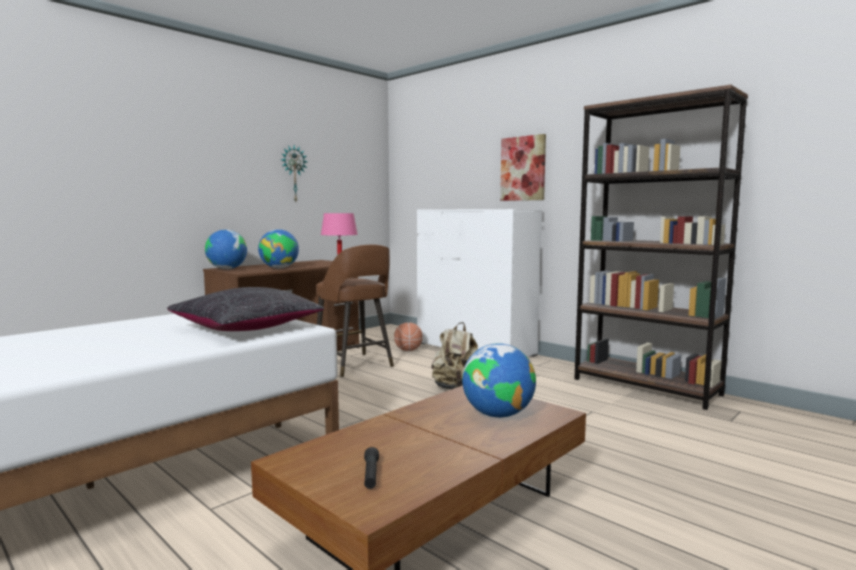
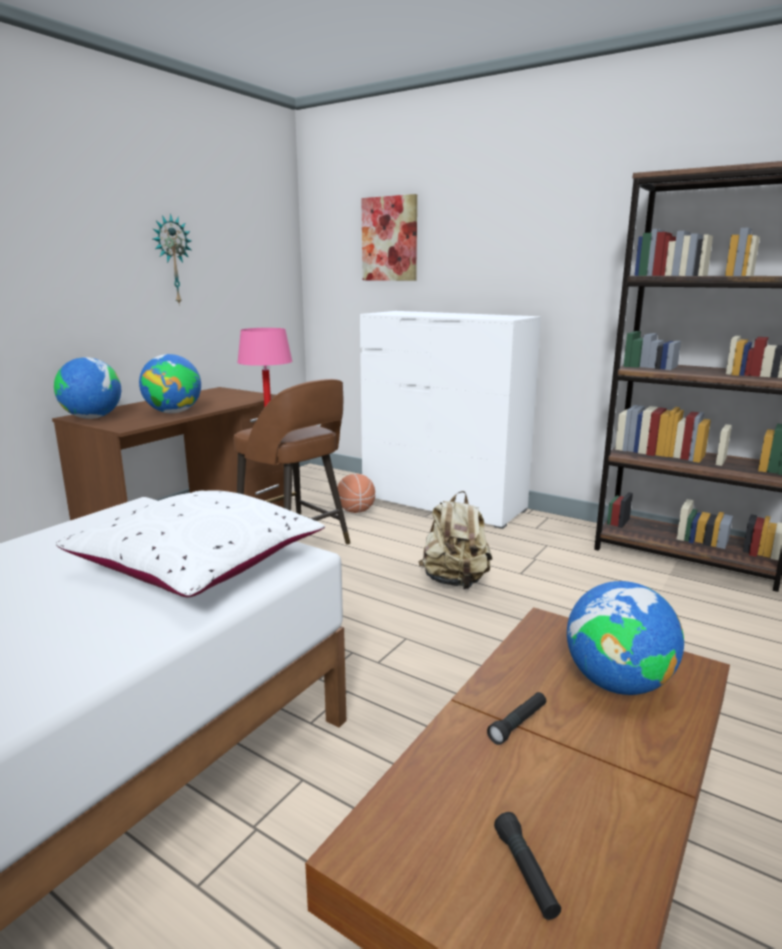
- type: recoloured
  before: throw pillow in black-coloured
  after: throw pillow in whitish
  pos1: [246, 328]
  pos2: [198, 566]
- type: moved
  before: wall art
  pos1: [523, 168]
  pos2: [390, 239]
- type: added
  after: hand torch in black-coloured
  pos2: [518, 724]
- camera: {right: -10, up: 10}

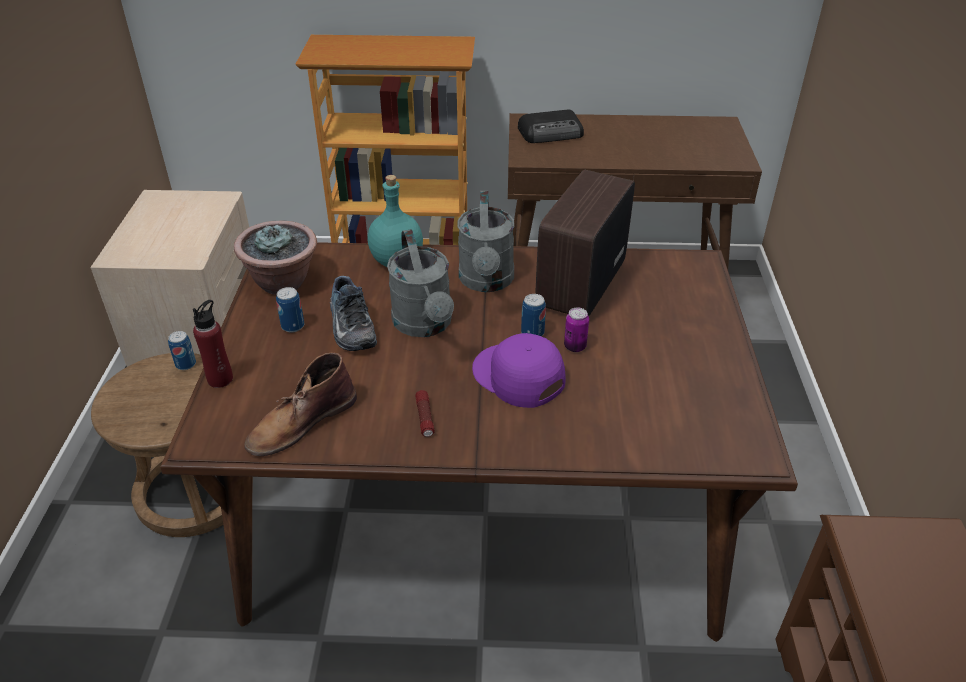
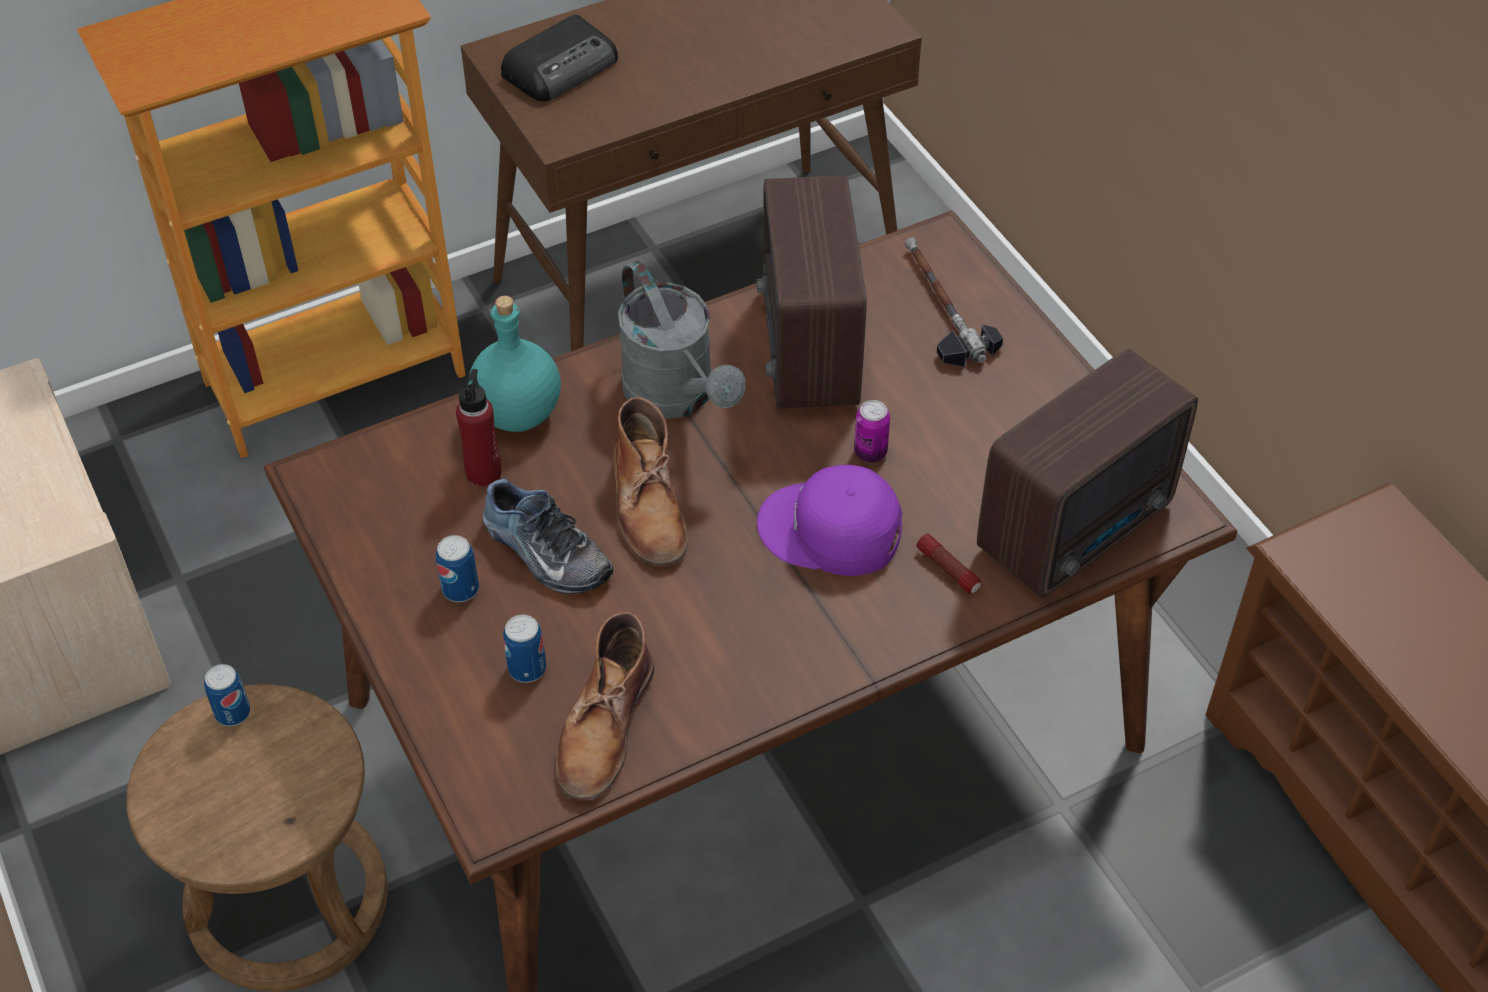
- type: moved
  before: bottle in red
  pos1: [220, 379]
  pos2: [484, 472]
- type: removed
  before: potted plant
  pos1: [283, 282]
- type: replaced
  before: watering pot in greyish
  after: high-top boot in brown-coloured
  pos1: [425, 325]
  pos2: [648, 505]
- type: moved
  before: hand torch
  pos1: [425, 418]
  pos2: [948, 570]
- type: moved
  before: metal can
  pos1: [532, 333]
  pos2: [527, 668]
- type: added
  after: hammer
  pos2: [941, 307]
- type: added
  after: radio set
  pos2: [1080, 527]
- camera: {right: -30, up: 10}

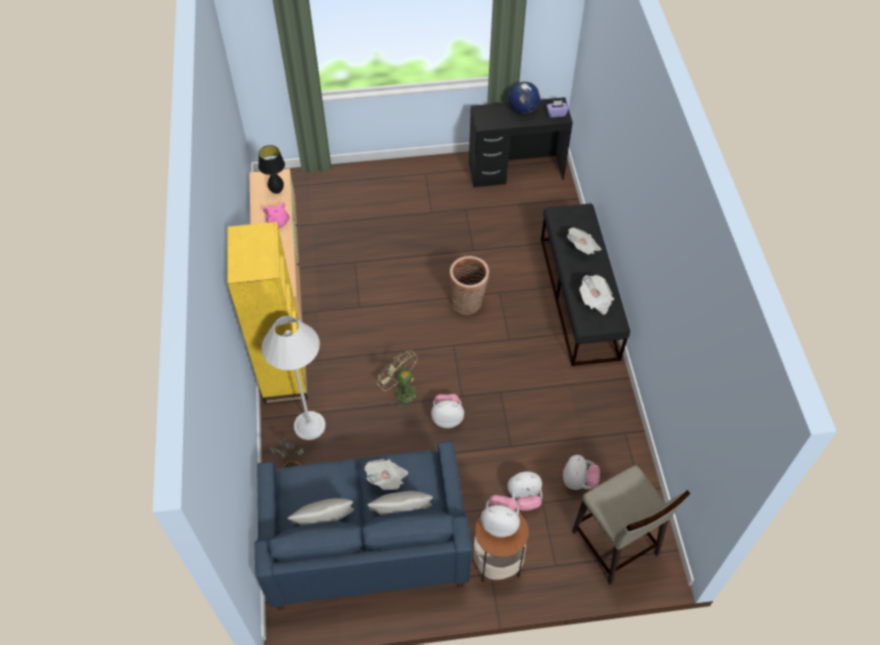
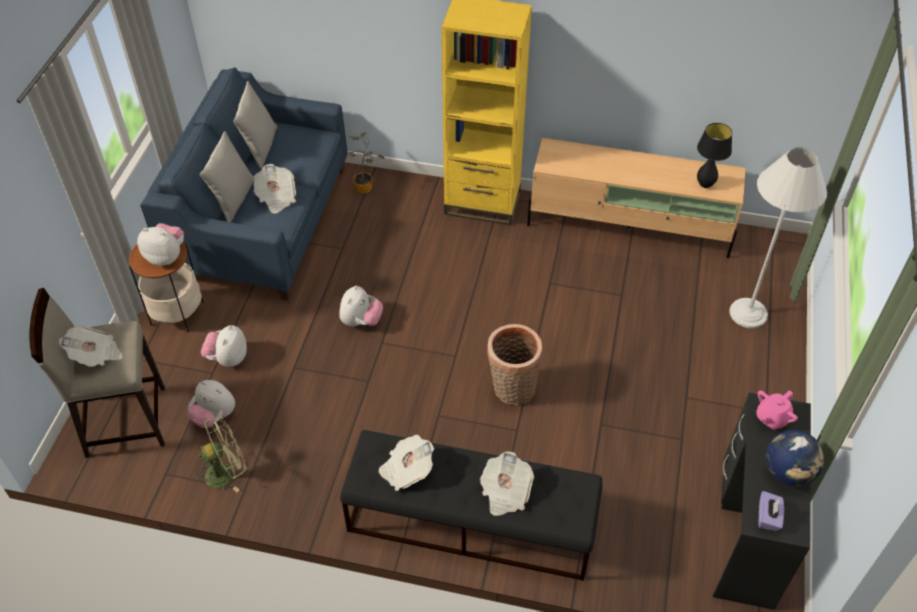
- type: moved
  before: standard lamp in whitish
  pos1: [309, 425]
  pos2: [748, 313]
- type: moved
  before: tea pot in pink-coloured
  pos1: [278, 222]
  pos2: [771, 418]
- type: moved
  before: electric fan in green-coloured
  pos1: [401, 391]
  pos2: [226, 472]
- type: turned
  before: soft toy
  pos1: [500, 523]
  pos2: [166, 256]
  turn: -105
- type: added
  after: daily paper
  pos2: [96, 355]
- camera: {right: 110, up: -5}

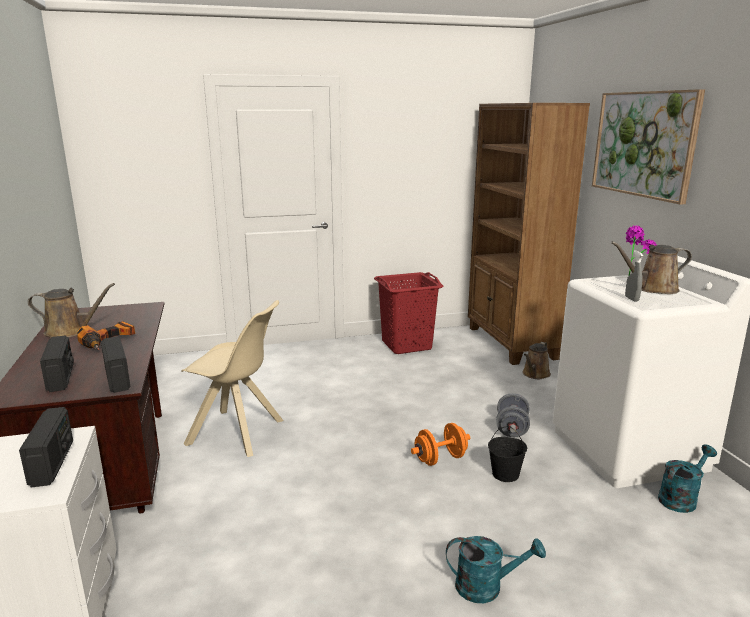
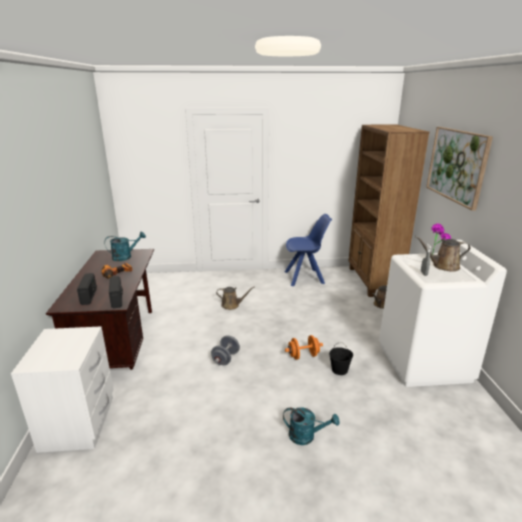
- type: removed
  before: radio set
  pos1: [52, 463]
- type: moved
  before: watering pot in brown-coloured
  pos1: [70, 331]
  pos2: [232, 305]
- type: removed
  before: upright chair in beige-coloured
  pos1: [238, 433]
- type: replaced
  before: hamper in red
  after: upright chair in blue-coloured
  pos1: [407, 345]
  pos2: [305, 277]
- type: moved
  before: dumbbell in greyish
  pos1: [511, 429]
  pos2: [225, 358]
- type: moved
  before: watering pot in turquoise
  pos1: [681, 498]
  pos2: [125, 257]
- camera: {right: 10, up: 5}

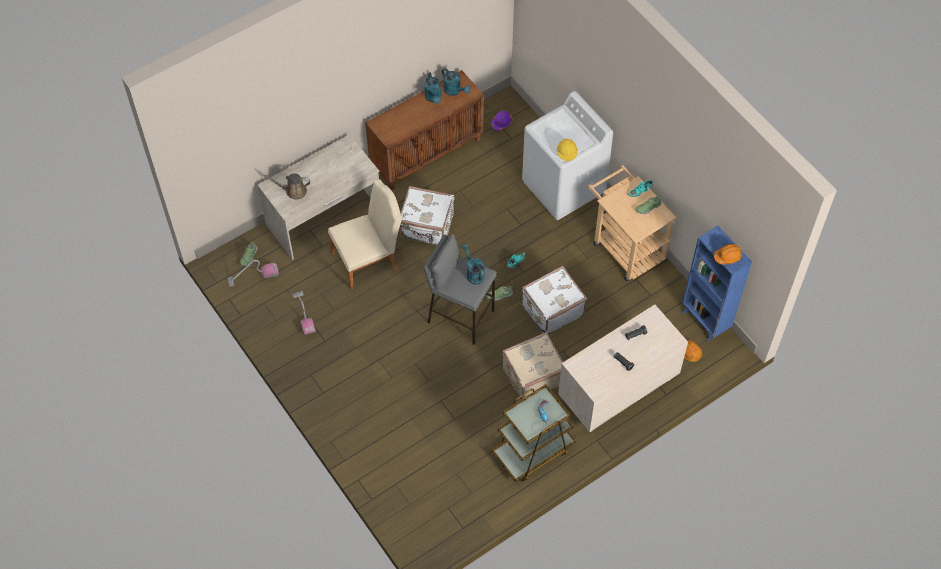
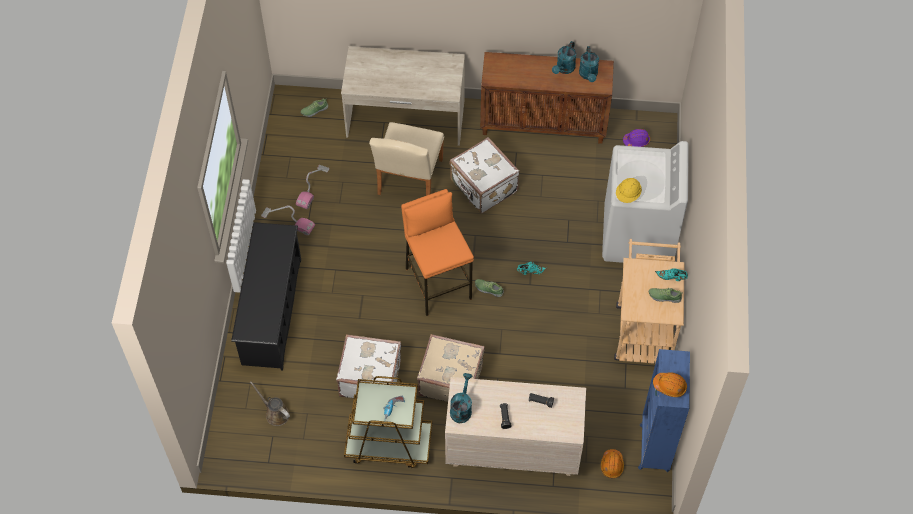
- type: moved
  before: vacuum cleaner
  pos1: [253, 276]
  pos2: [288, 221]
- type: moved
  before: watering pot in brown-coloured
  pos1: [293, 191]
  pos2: [275, 413]
- type: turned
  before: upright chair in beige-coloured
  pos1: [369, 259]
  pos2: [408, 181]
  turn: 90
- type: recoloured
  before: sitting stool in greyish
  after: sitting stool in orangey
  pos1: [460, 316]
  pos2: [438, 283]
- type: moved
  before: watering pot in turquoise
  pos1: [473, 273]
  pos2: [461, 408]
- type: moved
  before: piece of luggage in whitish
  pos1: [551, 309]
  pos2: [370, 377]
- type: added
  after: shoe rack in black-coloured
  pos2: [271, 311]
- camera: {right: 40, up: 0}

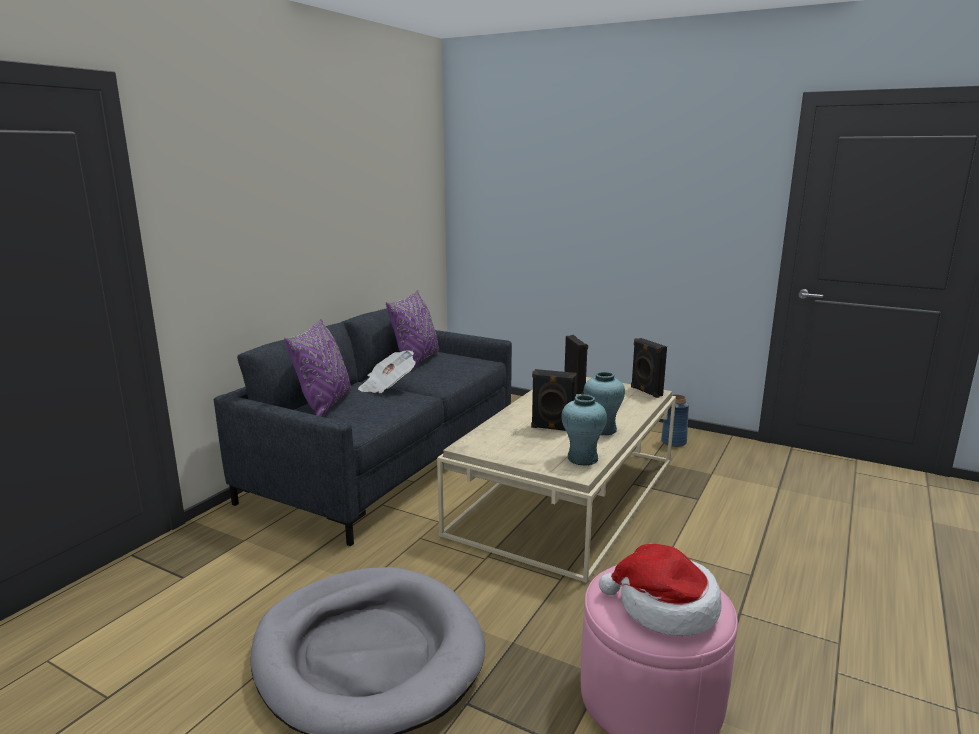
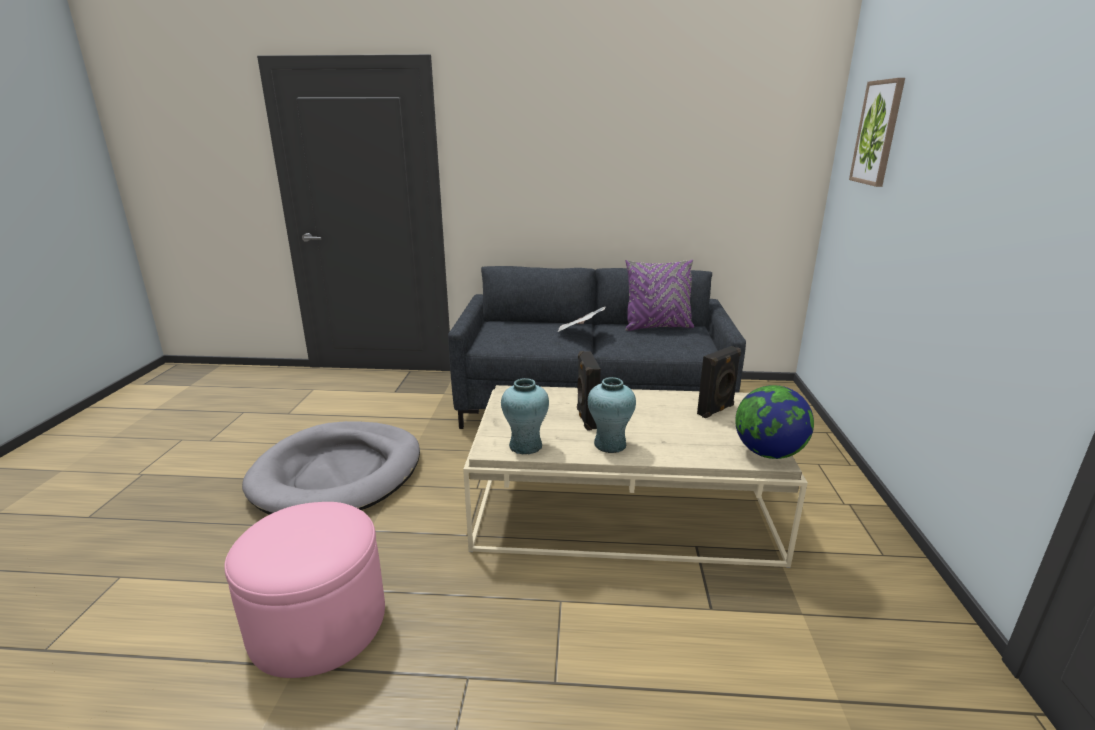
- type: removed
  before: throw pillow in purplish
  pos1: [325, 404]
- type: removed
  before: hat
  pos1: [664, 607]
- type: replaced
  before: loudspeaker in black-coloured
  after: world globe
  pos1: [645, 391]
  pos2: [768, 453]
- type: removed
  before: decorative vase in blue-coloured
  pos1: [674, 442]
- type: added
  after: wall art
  pos2: [877, 133]
- camera: {right: 65, up: 5}

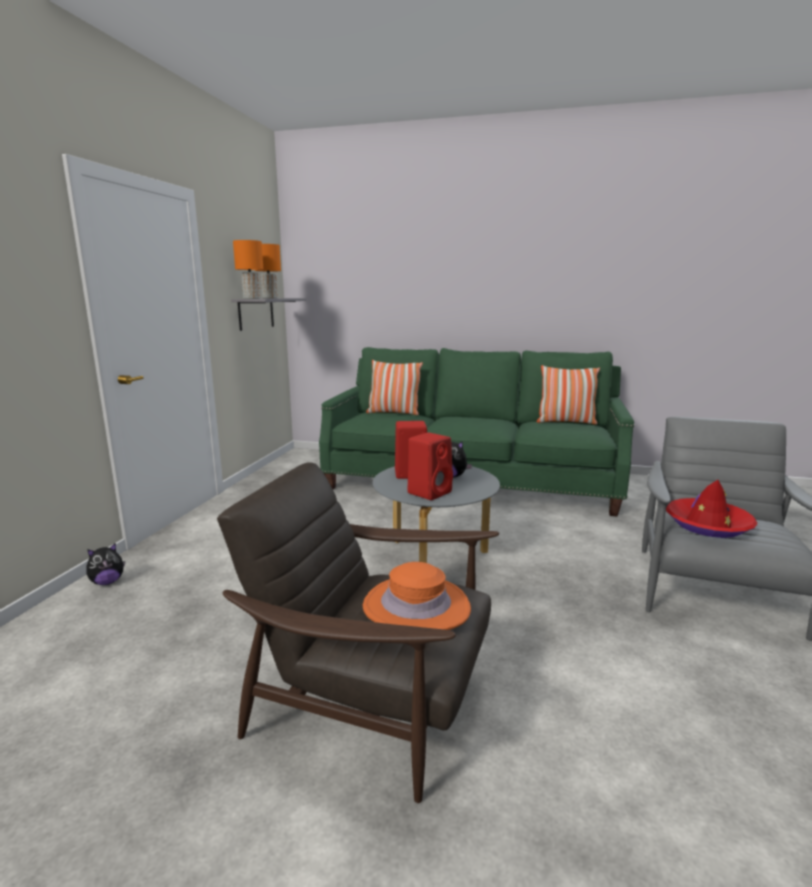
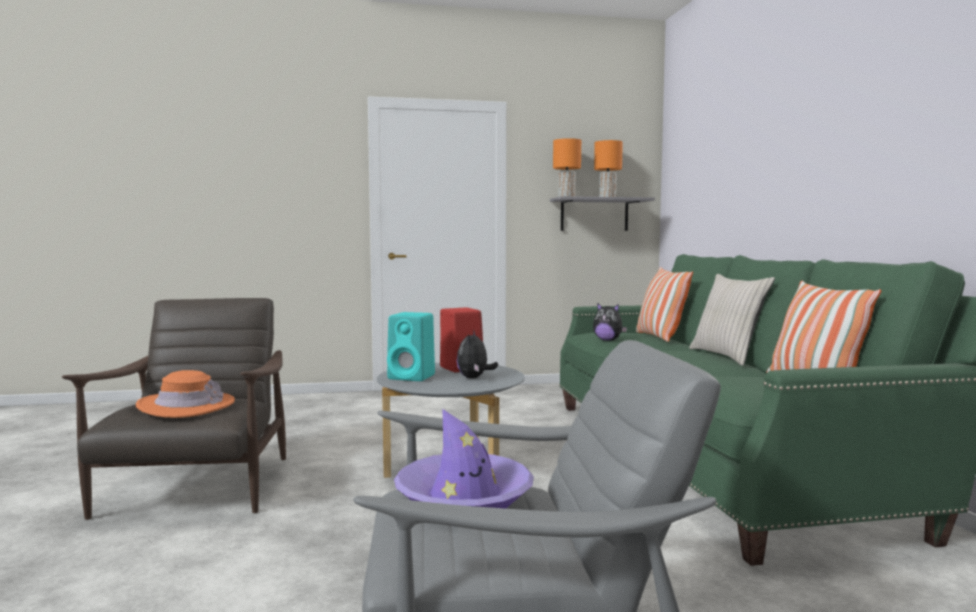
- type: moved
  before: soft toy
  pos1: [107, 582]
  pos2: [608, 340]
- type: recoloured
  before: loudspeaker in red
  after: loudspeaker in turquoise
  pos1: [430, 492]
  pos2: [413, 377]
- type: recoloured
  before: hat in red
  after: hat in purplish
  pos1: [707, 525]
  pos2: [464, 497]
- type: added
  after: throw pillow in beige-coloured
  pos2: [727, 356]
- camera: {right: 65, up: -10}

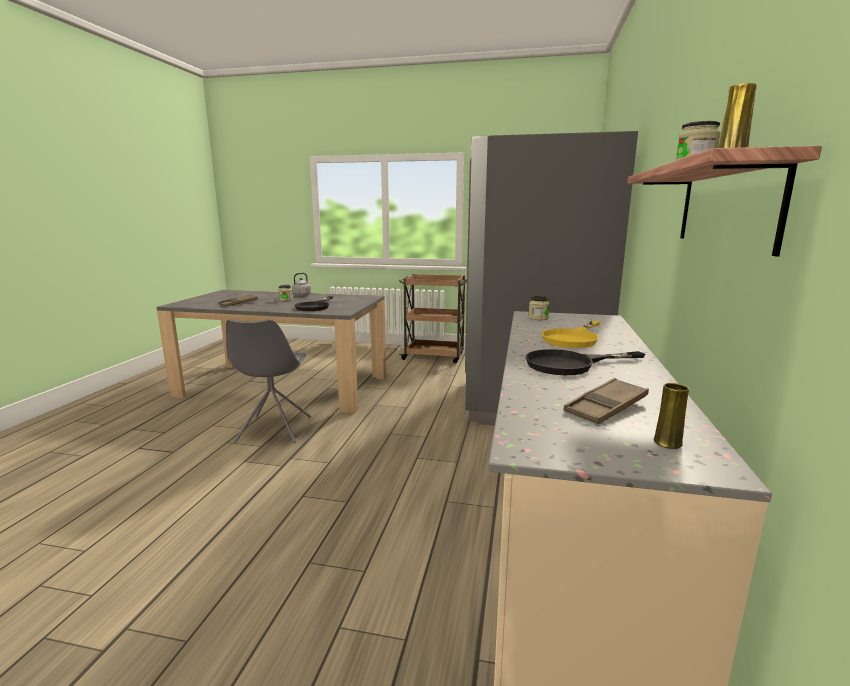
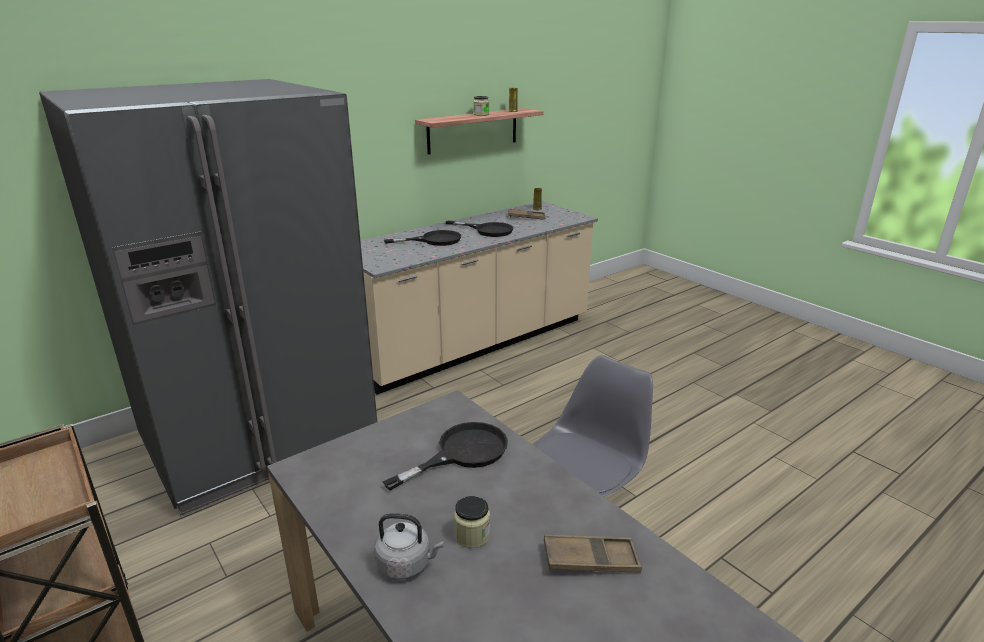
- type: removed
  before: jar
  pos1: [538, 318]
- type: recoloured
  before: frying pan in yellow-coloured
  after: frying pan in black-coloured
  pos1: [573, 338]
  pos2: [434, 240]
- camera: {right: -140, up: 10}

